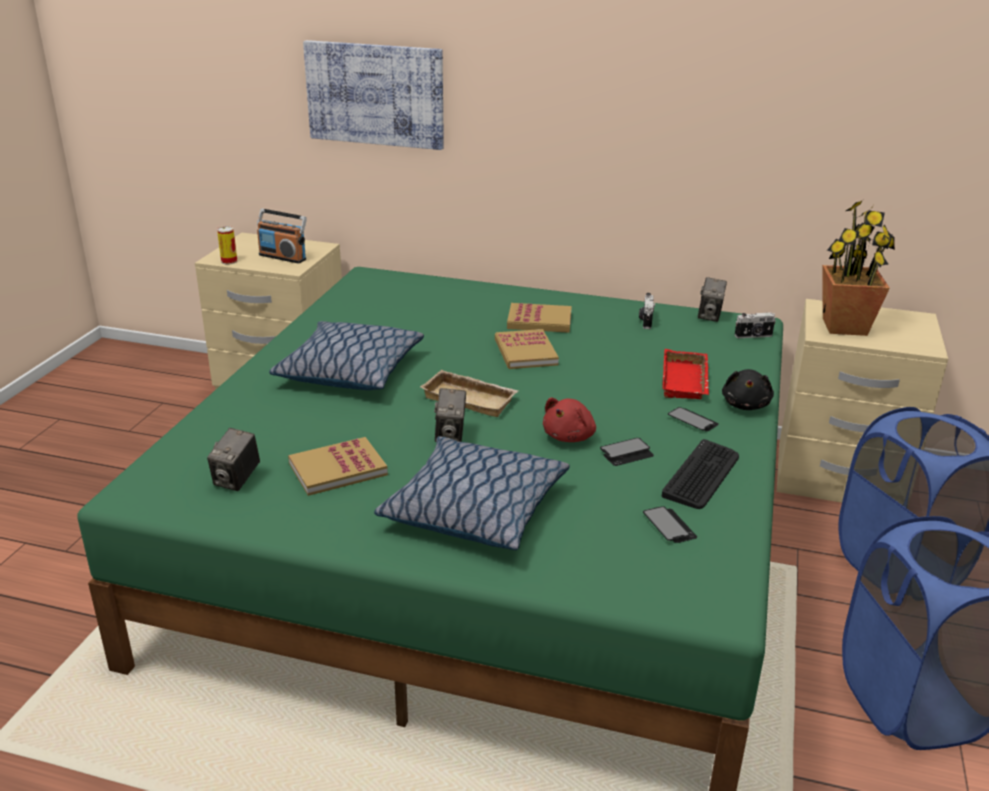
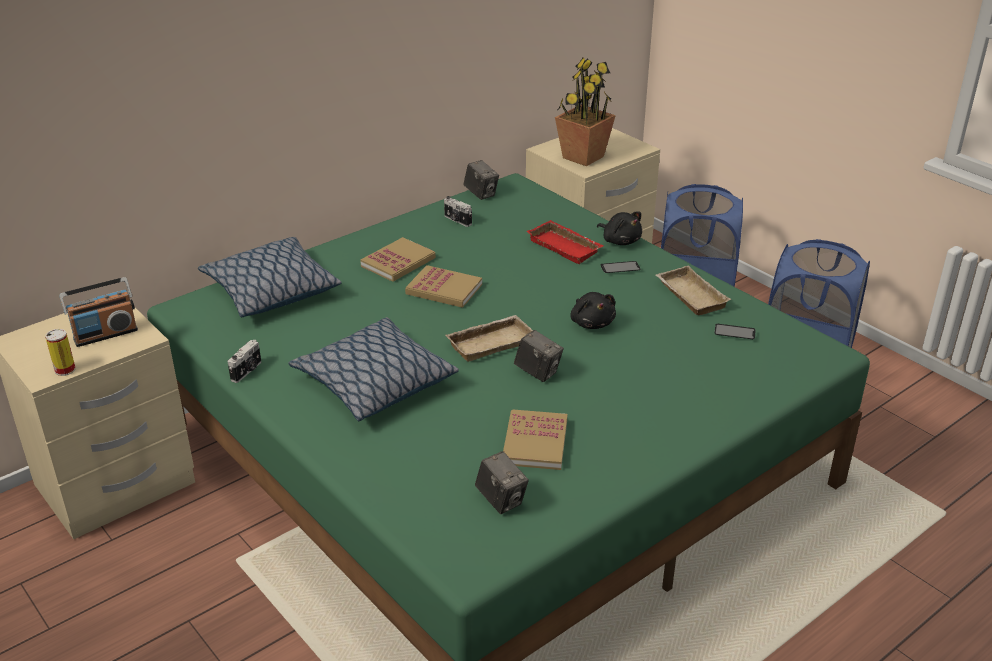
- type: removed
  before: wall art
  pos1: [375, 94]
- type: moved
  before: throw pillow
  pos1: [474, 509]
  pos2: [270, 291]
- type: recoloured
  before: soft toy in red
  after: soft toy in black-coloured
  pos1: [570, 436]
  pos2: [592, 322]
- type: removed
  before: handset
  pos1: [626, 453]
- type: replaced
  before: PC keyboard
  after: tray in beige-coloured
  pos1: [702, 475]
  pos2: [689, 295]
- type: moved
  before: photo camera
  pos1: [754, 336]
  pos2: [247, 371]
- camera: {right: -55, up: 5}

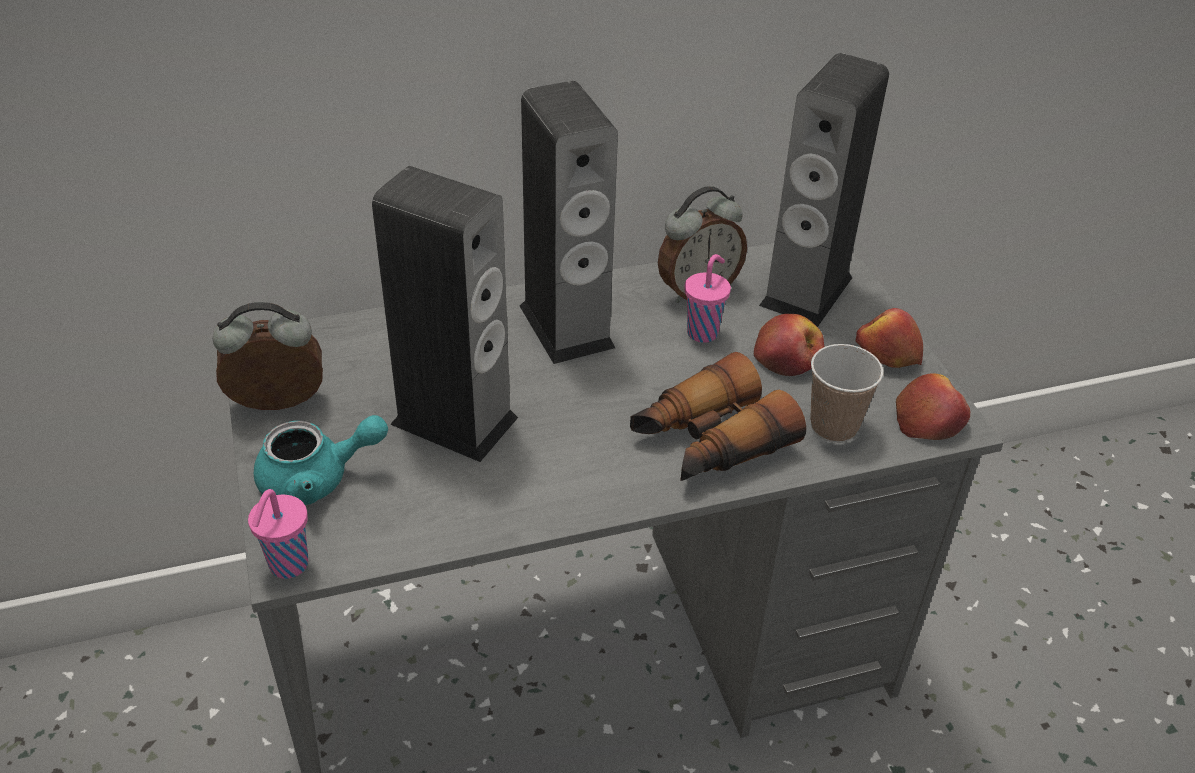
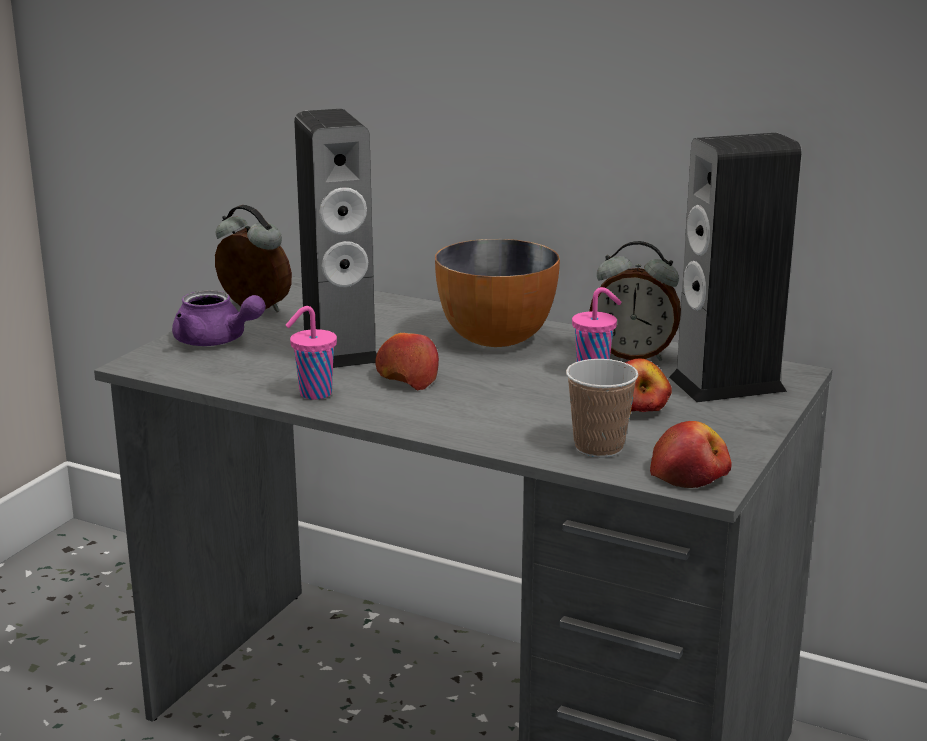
- type: moved
  before: drinking cup in pink-coloured
  pos1: [287, 566]
  pos2: [313, 394]
- type: recoloured
  before: tea pot in turquoise
  after: tea pot in purplish
  pos1: [317, 479]
  pos2: [216, 341]
- type: replaced
  before: loudspeaker
  after: deep dish
  pos1: [566, 326]
  pos2: [497, 338]
- type: removed
  before: field glasses
  pos1: [709, 441]
- type: moved
  before: apple fruit
  pos1: [886, 354]
  pos2: [407, 378]
- camera: {right: 45, up: -20}

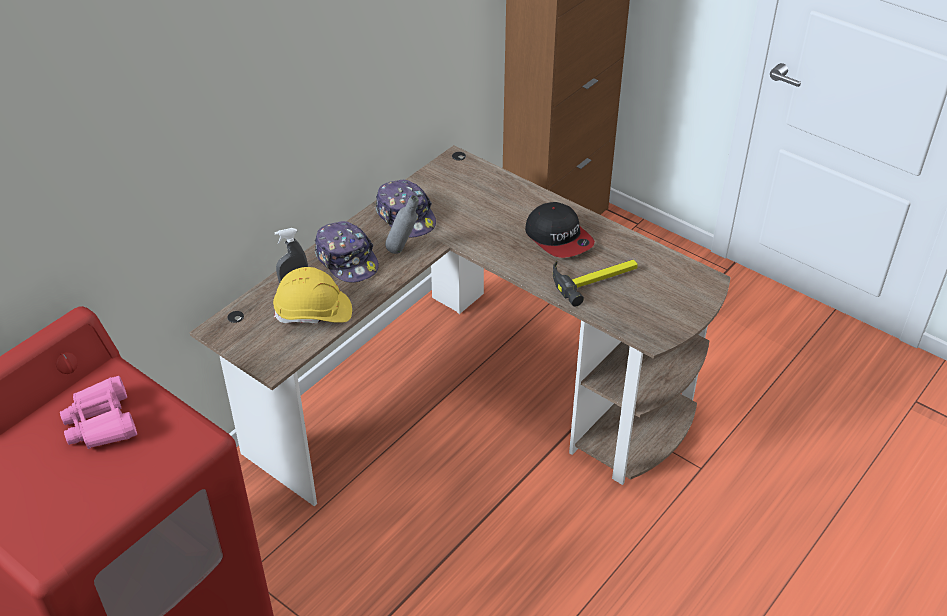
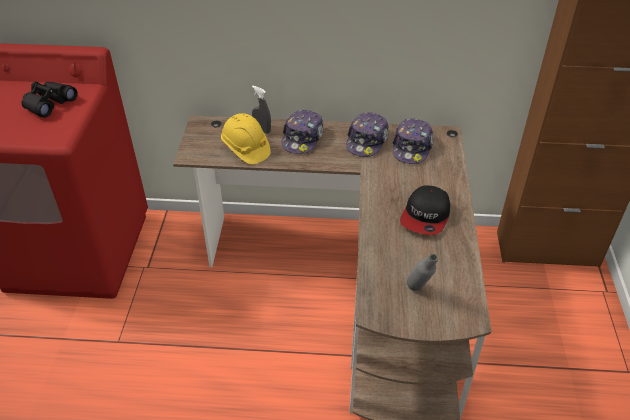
- type: recoloured
  before: field glasses in pink-coloured
  after: field glasses in black-coloured
  pos1: [101, 423]
  pos2: [49, 104]
- type: moved
  before: bottle in greyish
  pos1: [403, 251]
  pos2: [419, 292]
- type: removed
  before: hammer
  pos1: [595, 278]
- type: added
  after: cap
  pos2: [412, 147]
- camera: {right: 55, up: 0}

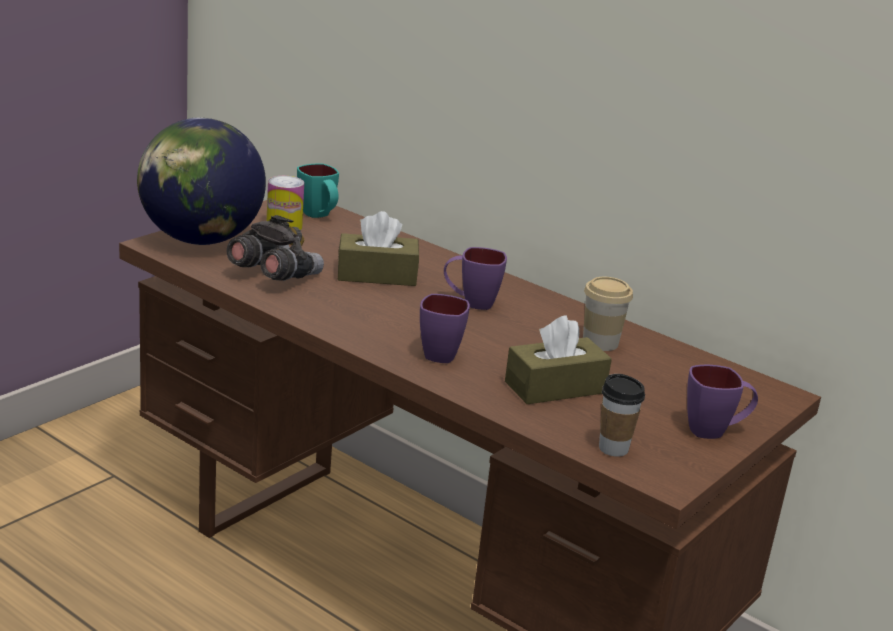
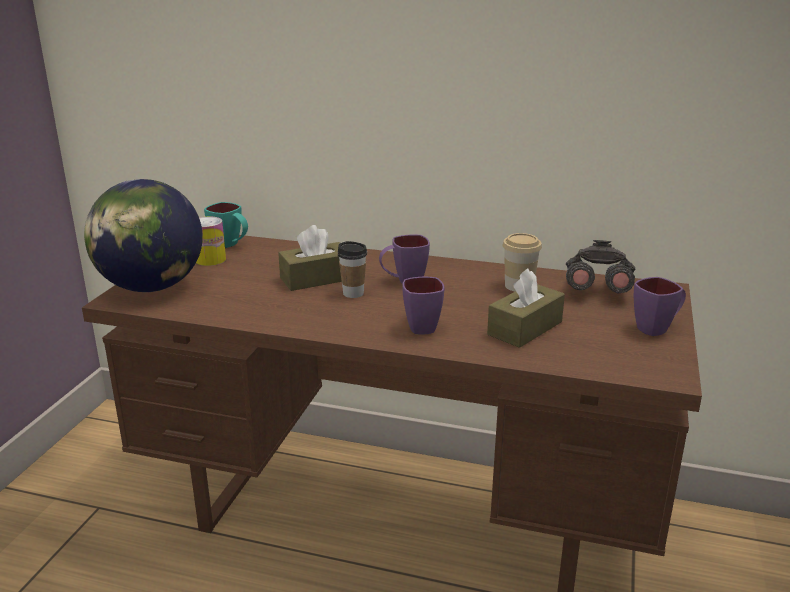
- type: moved
  before: field glasses in greyish
  pos1: [274, 276]
  pos2: [596, 291]
- type: moved
  before: drinking cup
  pos1: [613, 448]
  pos2: [353, 293]
- camera: {right: -20, up: 0}

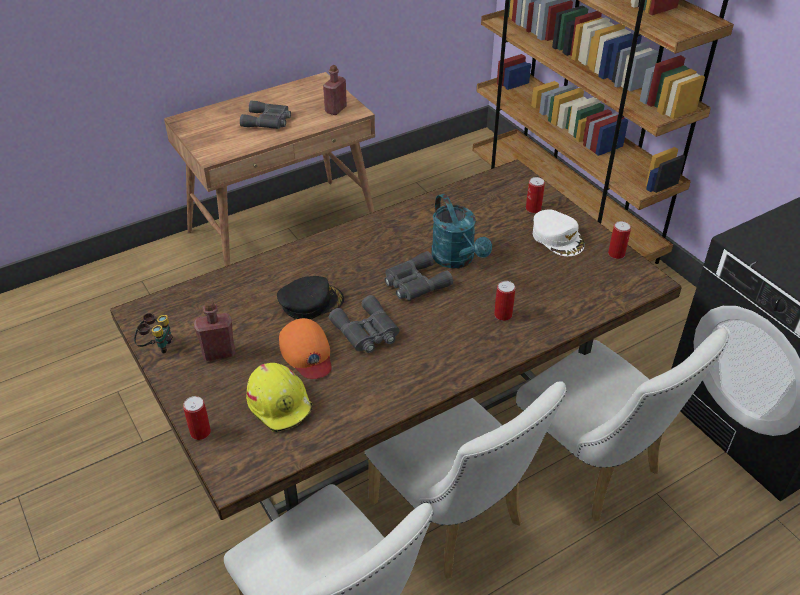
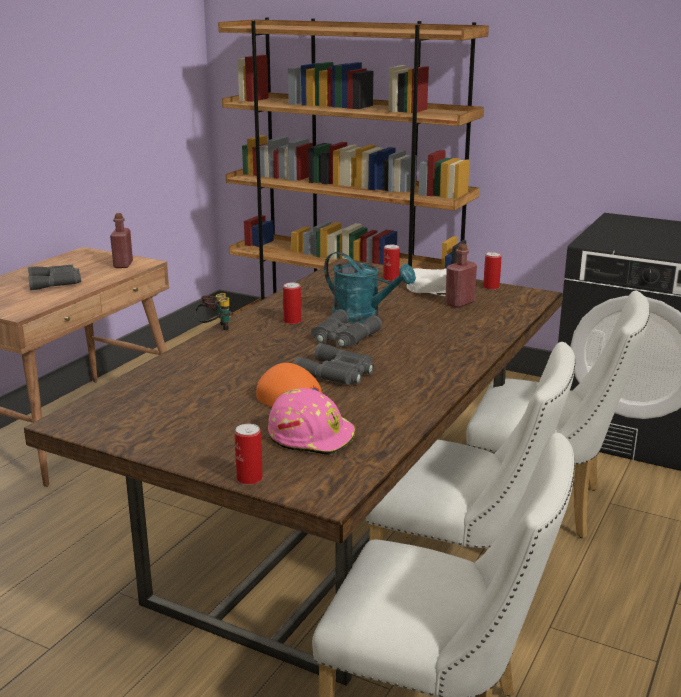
- type: moved
  before: field glasses
  pos1: [157, 346]
  pos2: [215, 329]
- type: moved
  before: bottle in red
  pos1: [219, 353]
  pos2: [459, 303]
- type: recoloured
  before: hard hat in yellow-coloured
  after: hard hat in pink-coloured
  pos1: [280, 403]
  pos2: [311, 436]
- type: removed
  before: cap in black-coloured
  pos1: [311, 302]
- type: moved
  before: metal can
  pos1: [503, 315]
  pos2: [292, 321]
- camera: {right: -30, up: -20}

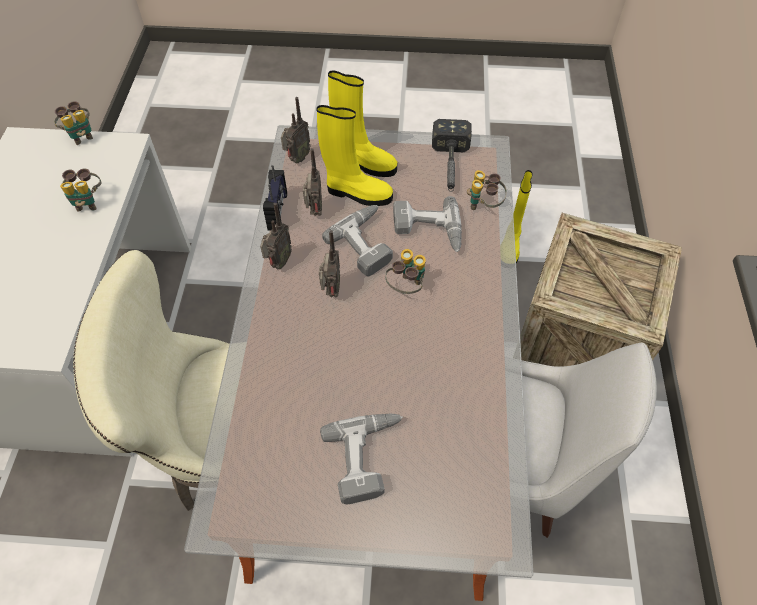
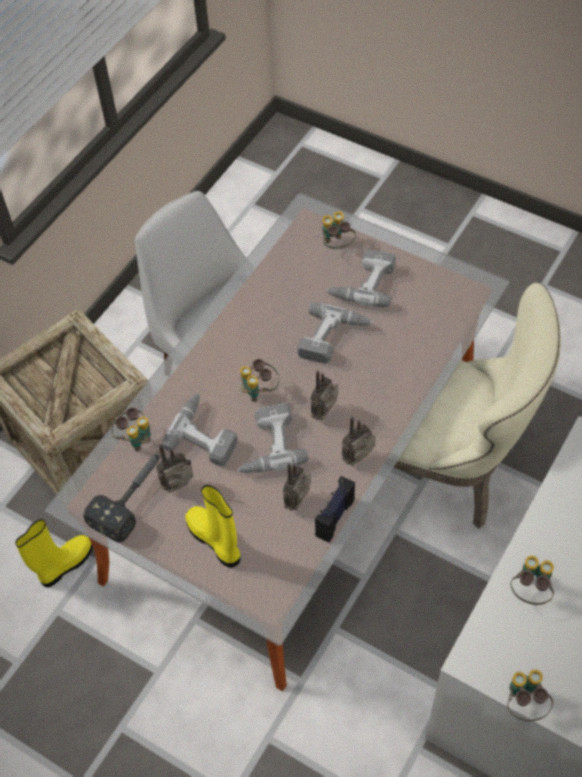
- type: moved
  before: radio set
  pos1: [297, 159]
  pos2: [180, 487]
- type: removed
  before: high-top boot in yellow-coloured
  pos1: [357, 193]
- type: added
  after: electric drill
  pos2: [333, 339]
- type: added
  after: field glasses
  pos2: [337, 246]
- camera: {right: -150, up: 0}

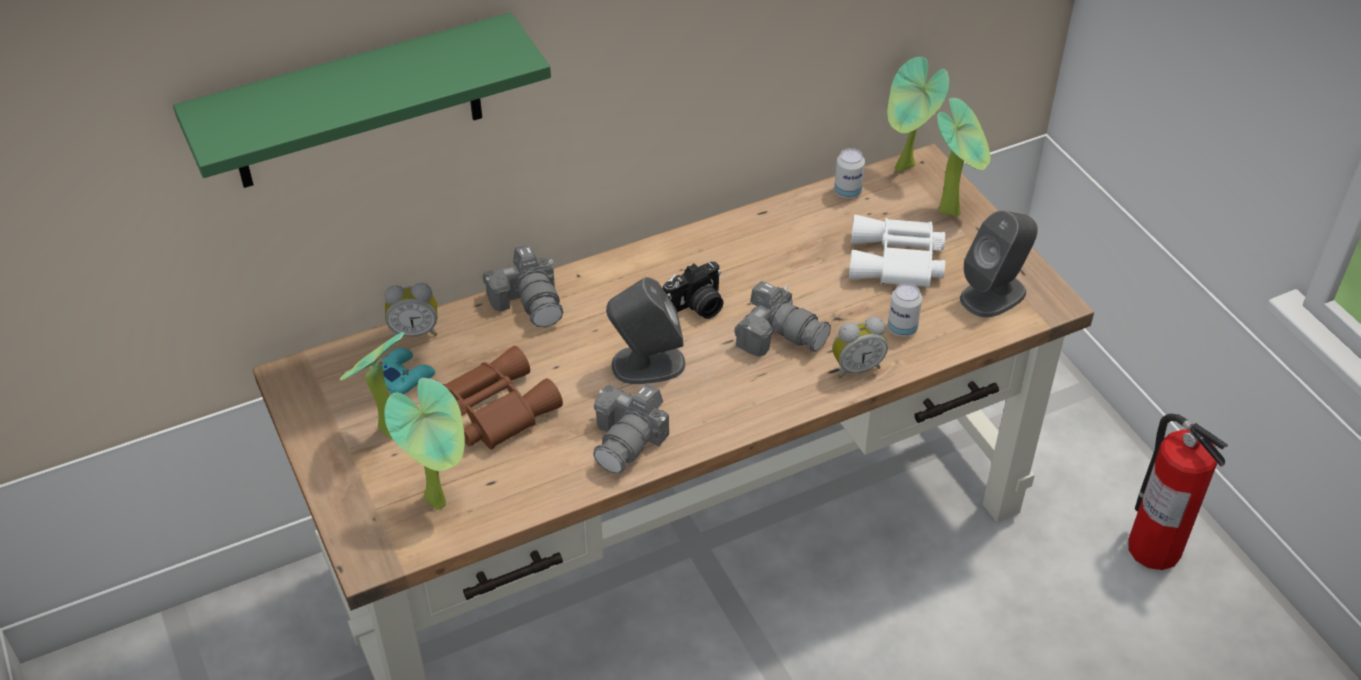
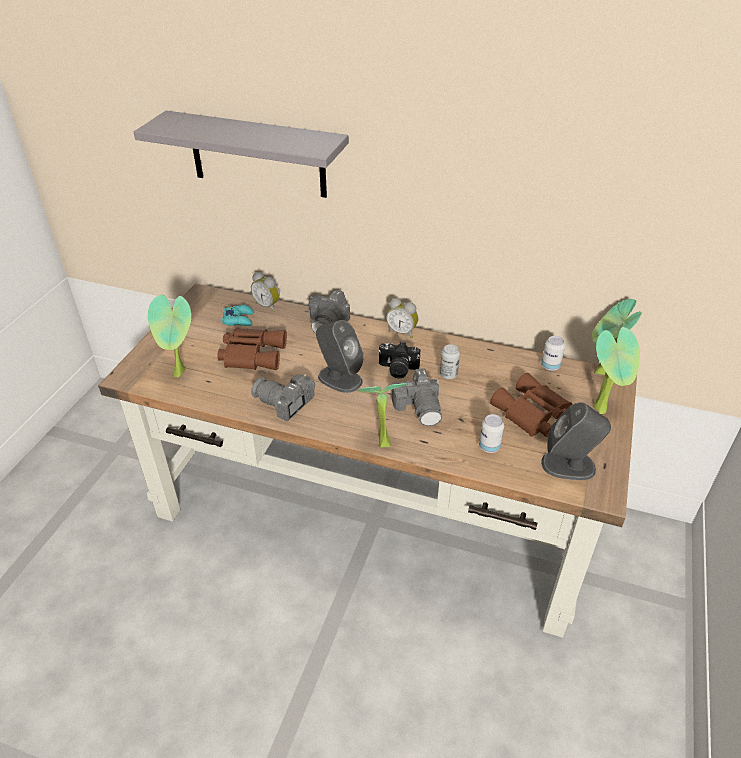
- type: recoloured
  before: shelf in green-coloured
  after: shelf in greyish
  pos1: [356, 104]
  pos2: [257, 155]
- type: moved
  before: potted plant
  pos1: [384, 432]
  pos2: [381, 442]
- type: turned
  before: photo camera
  pos1: [628, 440]
  pos2: [285, 404]
  turn: 45
- type: moved
  before: bedside clock
  pos1: [856, 367]
  pos2: [402, 332]
- type: recoloured
  before: field glasses in whitish
  after: field glasses in brown-coloured
  pos1: [897, 262]
  pos2: [532, 414]
- type: removed
  before: fire-fighting cylinder
  pos1: [1153, 547]
- type: added
  after: metal can
  pos2: [448, 374]
- camera: {right: 45, up: -5}

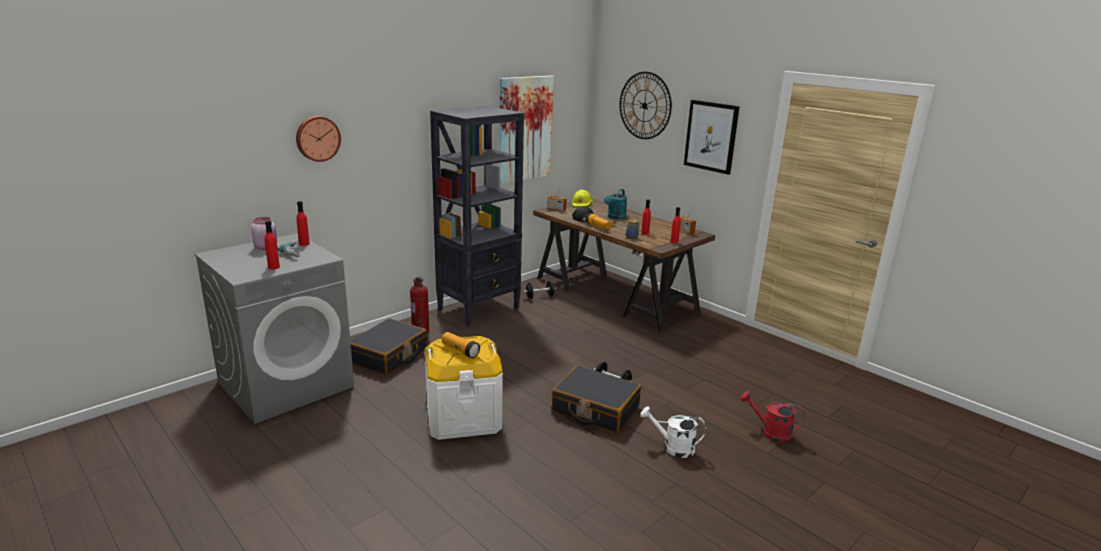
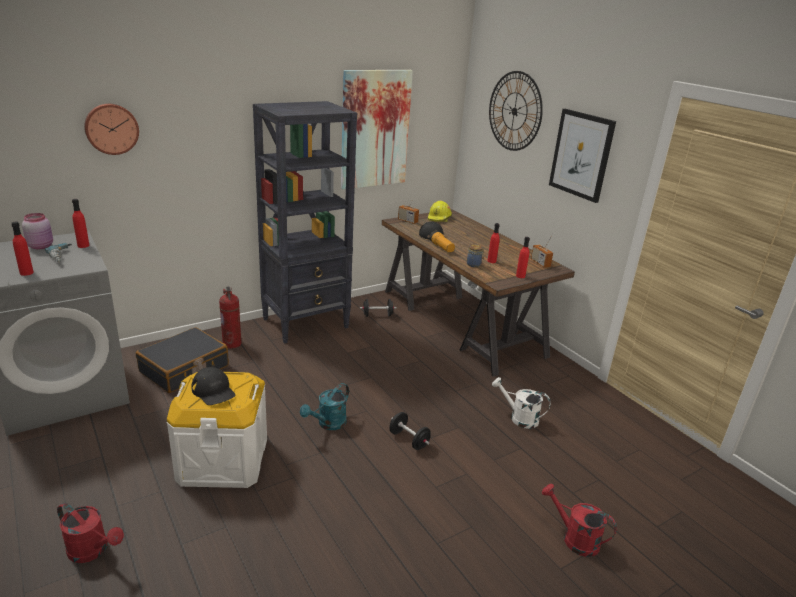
- type: replaced
  before: hand torch
  after: cap in black-coloured
  pos1: [460, 351]
  pos2: [213, 391]
- type: removed
  before: piece of luggage in black-coloured
  pos1: [595, 409]
- type: moved
  before: watering pot in turquoise
  pos1: [615, 217]
  pos2: [328, 424]
- type: moved
  before: watering pot in whitish
  pos1: [673, 447]
  pos2: [519, 418]
- type: added
  after: watering pot in red
  pos2: [93, 551]
- camera: {right: 10, up: 5}

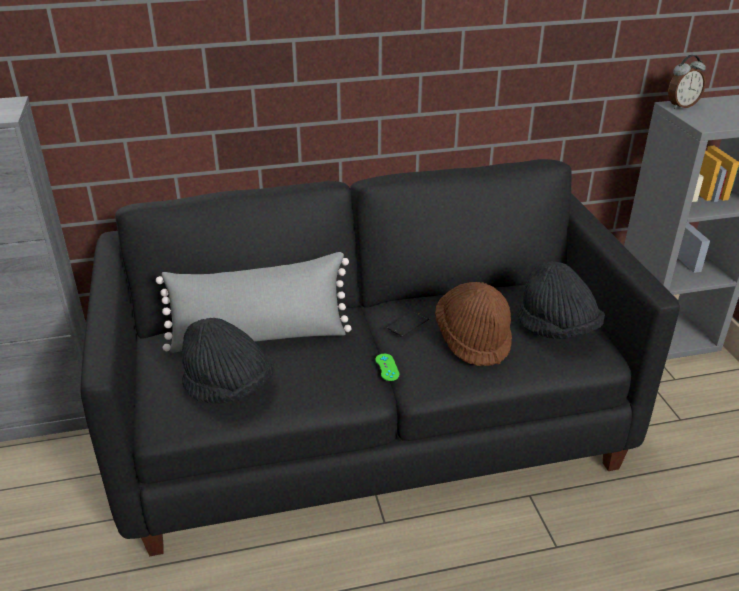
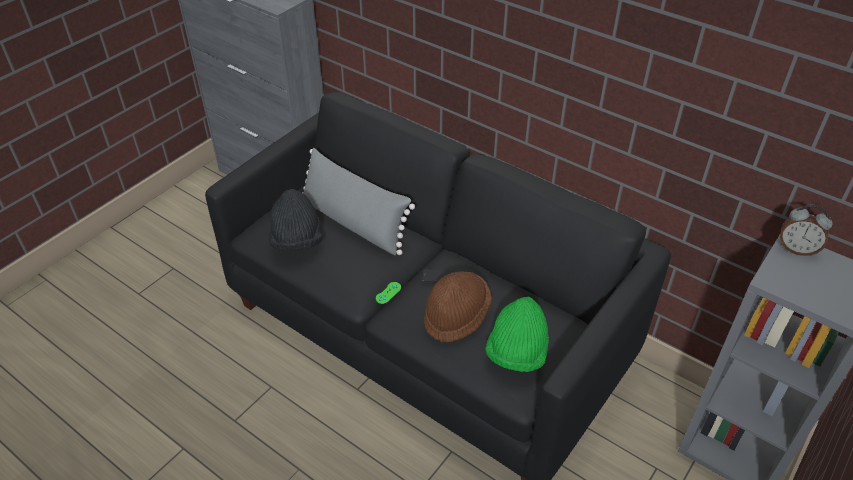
- type: recoloured
  before: hat in black-coloured
  after: hat in green-coloured
  pos1: [556, 329]
  pos2: [517, 353]
- camera: {right: 50, up: 10}

